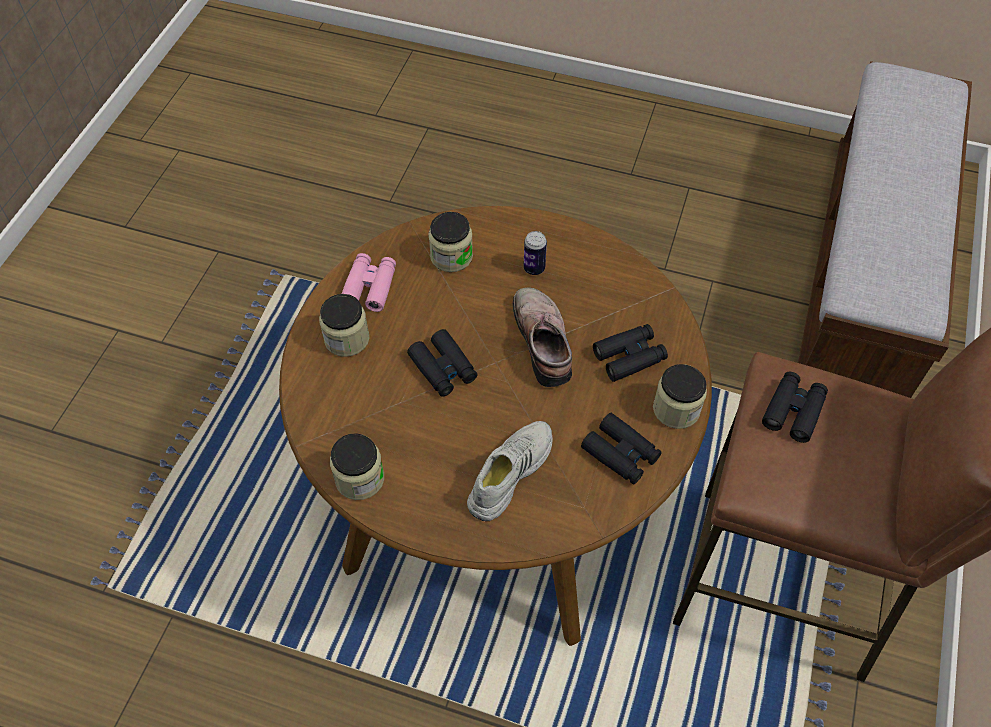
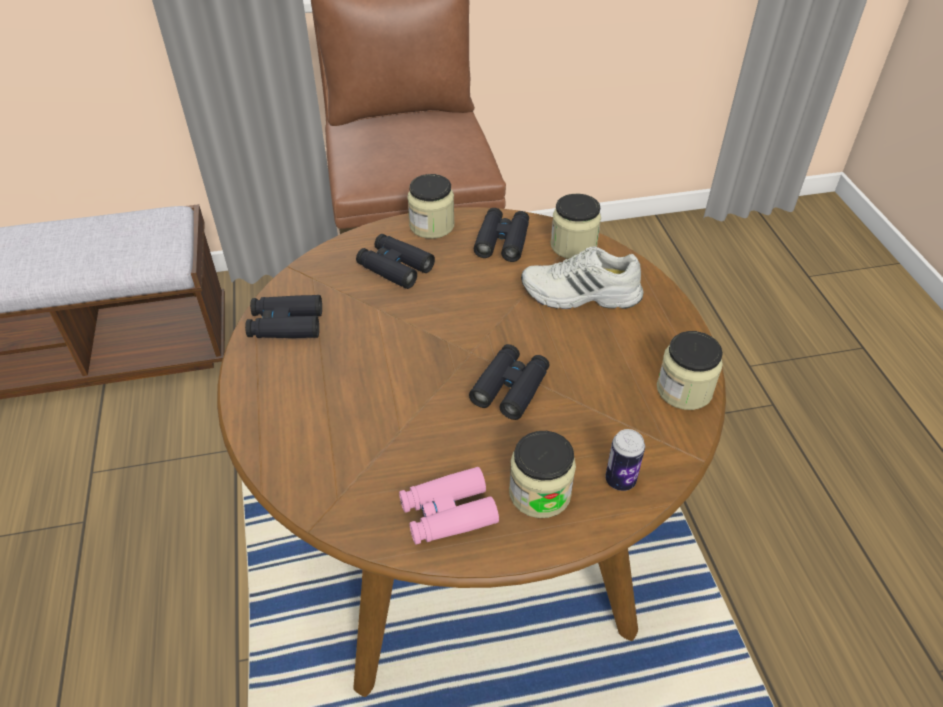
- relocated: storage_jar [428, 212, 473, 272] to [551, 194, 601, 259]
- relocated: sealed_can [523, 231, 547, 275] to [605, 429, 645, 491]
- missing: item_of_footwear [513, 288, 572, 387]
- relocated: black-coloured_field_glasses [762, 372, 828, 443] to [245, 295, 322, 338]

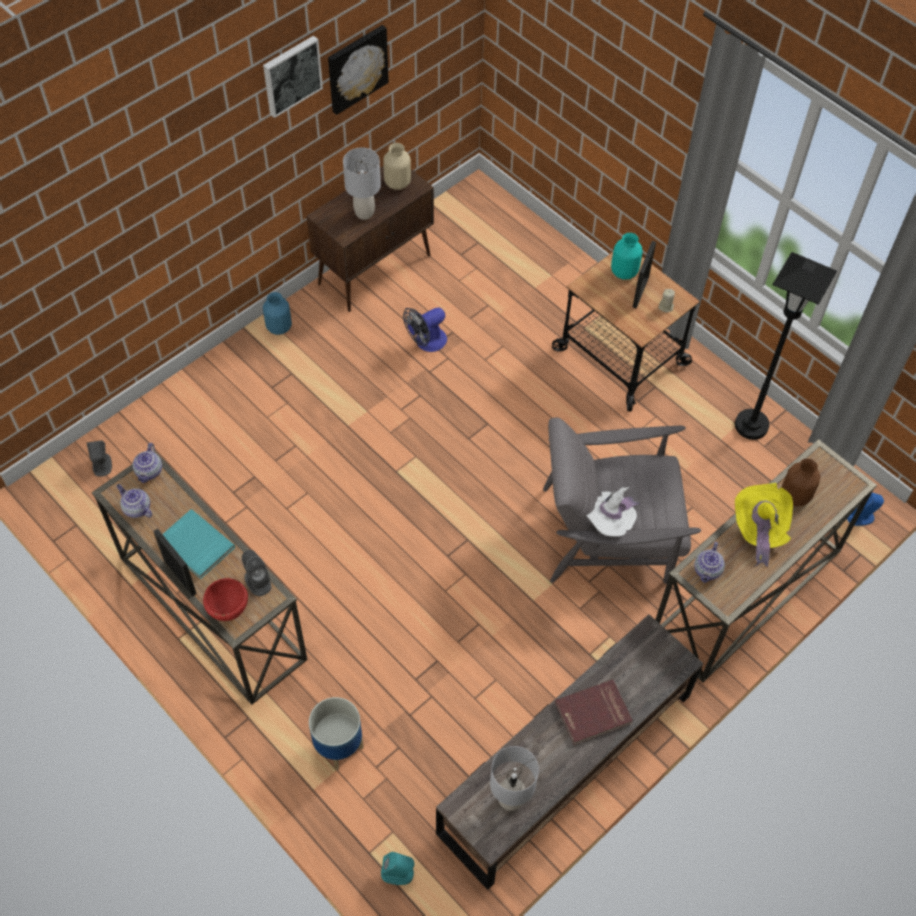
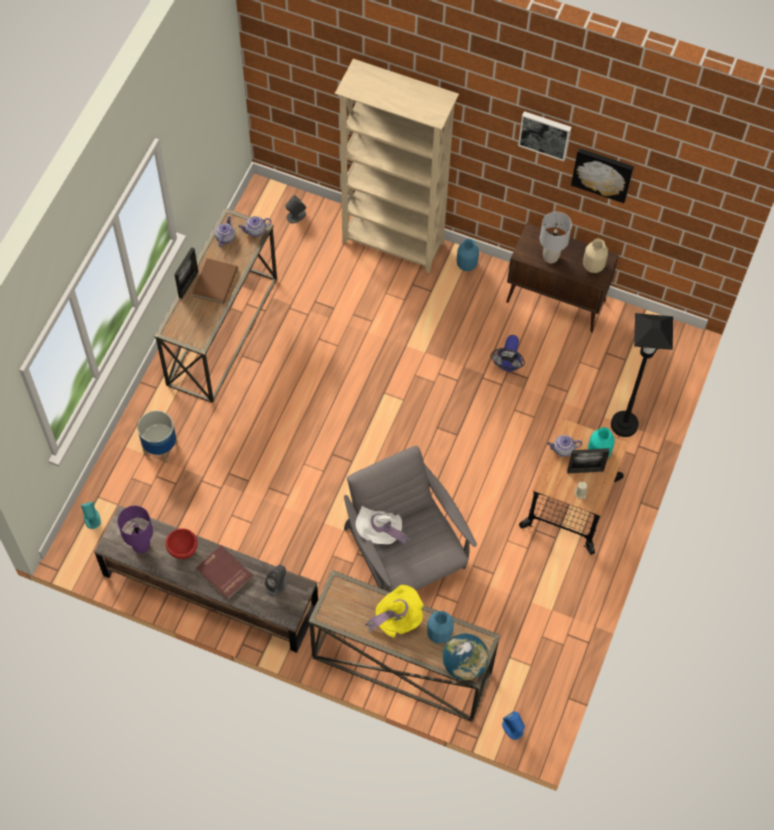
- relocated: black-coloured_standing_lamp [735, 252, 837, 440] to [611, 313, 673, 437]
- spun: fan [403, 308, 447, 352] = [491, 335, 525, 372] 105 degrees counterclockwise
- colour: brownish_flower_vase [782, 458, 820, 507] to blue-coloured_flower_vase [427, 611, 454, 644]
- colour: blue-green_volume [163, 509, 235, 579] to brownish_volume [193, 258, 238, 304]
- relocated: pot_for_tea [694, 542, 725, 583] to [547, 435, 582, 457]
- relocated: grey_loudspeaker [242, 550, 271, 596] to [265, 565, 288, 597]
- relocated: reddish_deep_dish [203, 578, 248, 621] to [165, 528, 198, 559]
- colour: grey_lamp_for_a_table [490, 746, 539, 811] to purple_lamp_for_a_table [118, 506, 153, 553]
- appeared: beige_shelving_unit [335, 59, 459, 273]
- appeared: desk_globe [442, 634, 489, 680]

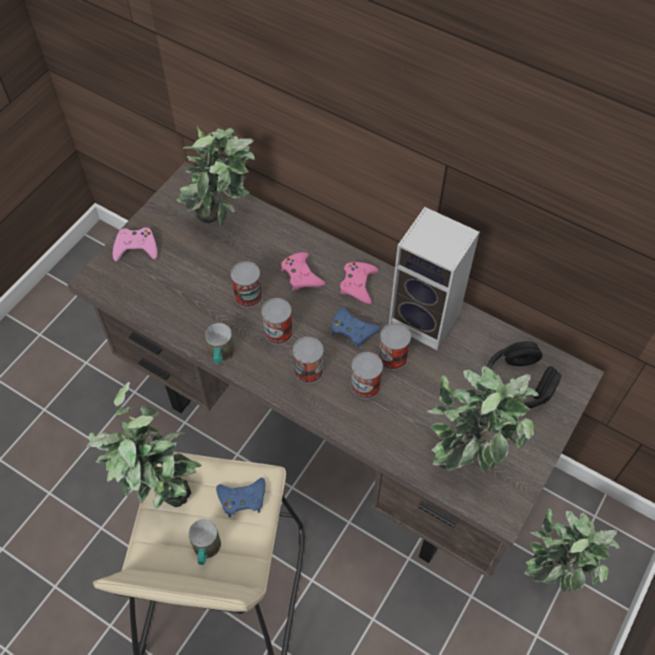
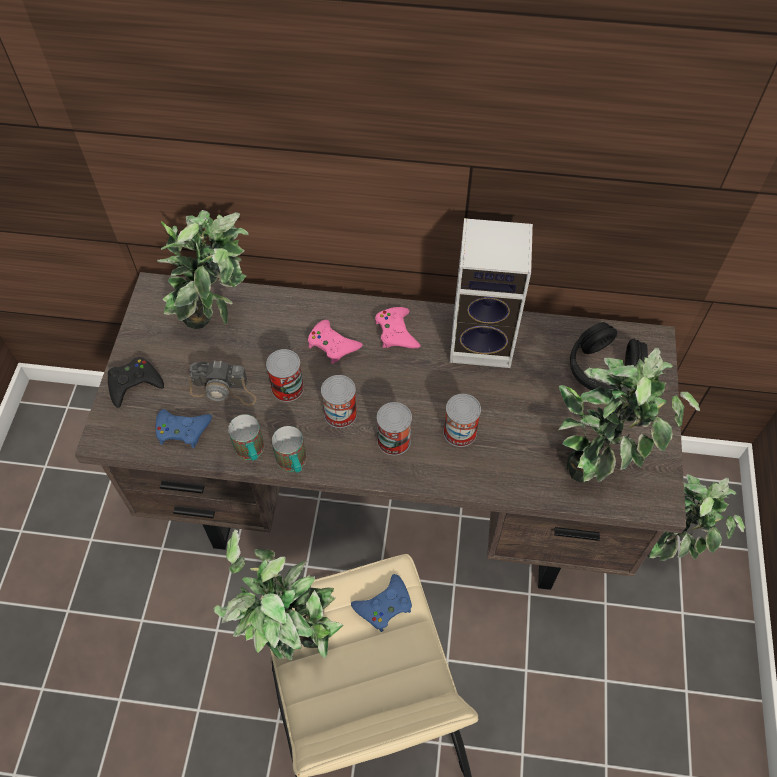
- colour: pink_game_controller [112, 227, 157, 261] to black-coloured_game_controller [108, 357, 164, 408]
- relocated: blue-coloured_game_controller [332, 307, 381, 348] to [156, 409, 212, 448]
- missing: sealed_can [378, 323, 411, 370]
- relocated: mug [189, 519, 221, 565] to [228, 414, 264, 461]
- appeared: photo_camera [189, 361, 257, 406]

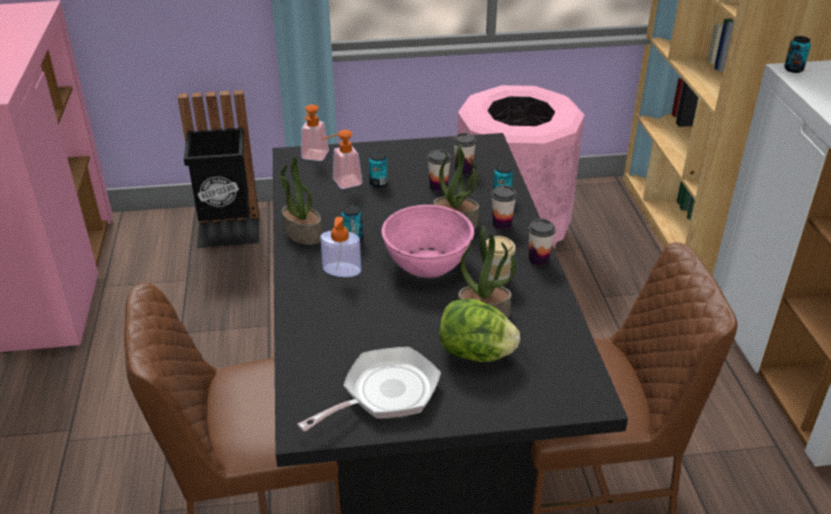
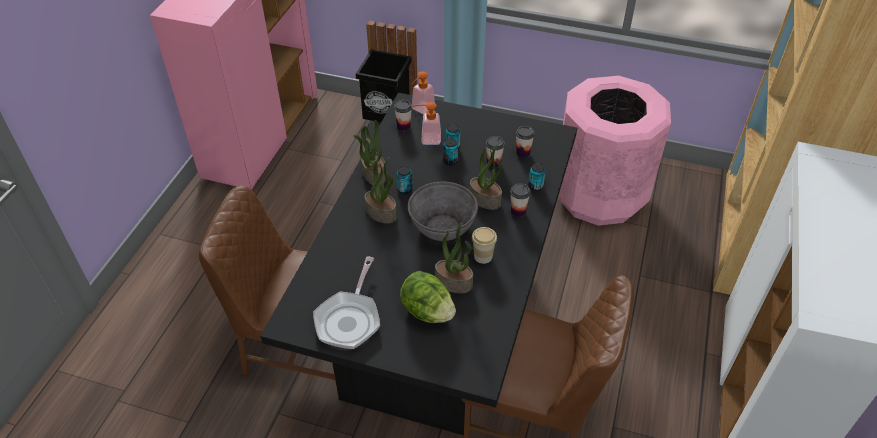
- relocated: sealed_can [784, 36, 811, 73] to [443, 138, 458, 165]
- colour: pink_deep_dish [382, 205, 474, 278] to grey_deep_dish [408, 182, 478, 241]
- exchanged: liquid_soap_bottle [320, 217, 361, 277] to houseplant [364, 157, 397, 224]
- relocated: cup [528, 219, 556, 266] to [394, 100, 412, 131]
- spun: skillet [297, 347, 441, 431] = [313, 256, 380, 349] 120 degrees clockwise

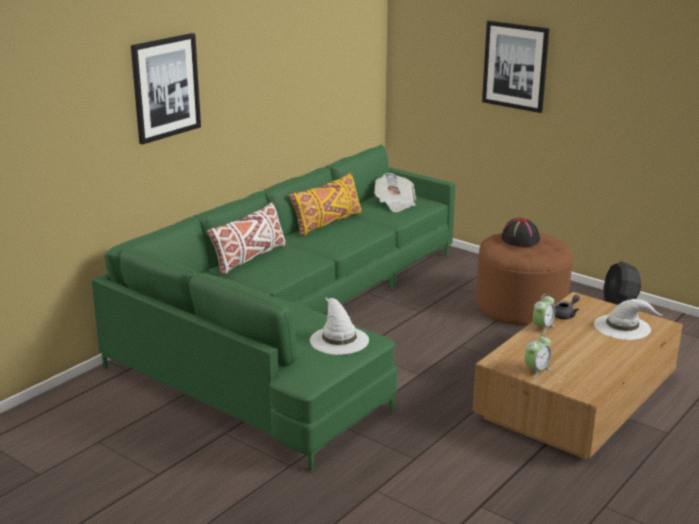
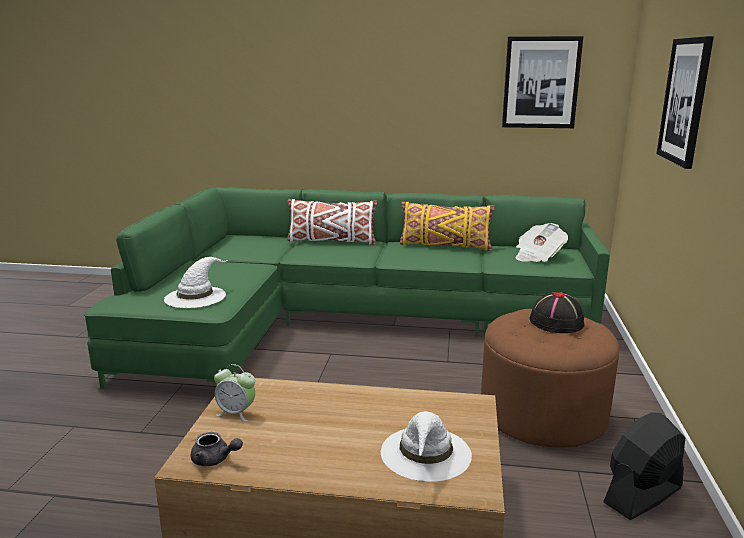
- relocated: wall_art [131, 33, 201, 145] to [502, 36, 583, 128]
- missing: alarm_clock [533, 294, 555, 334]
- relocated: grey_pot_for_tea [555, 295, 580, 319] to [191, 432, 243, 466]

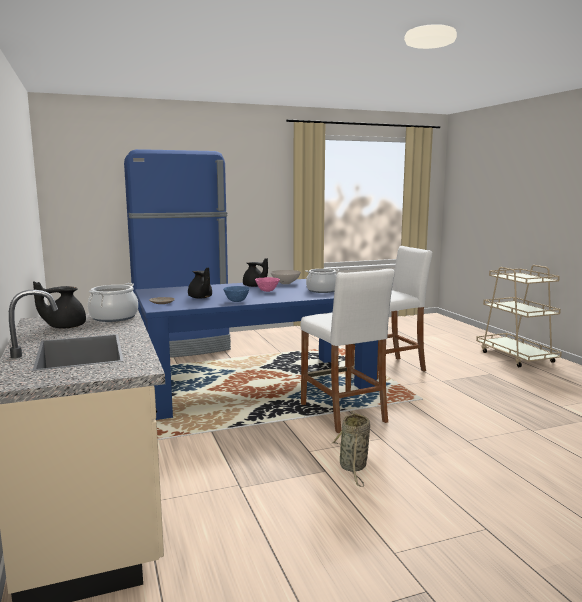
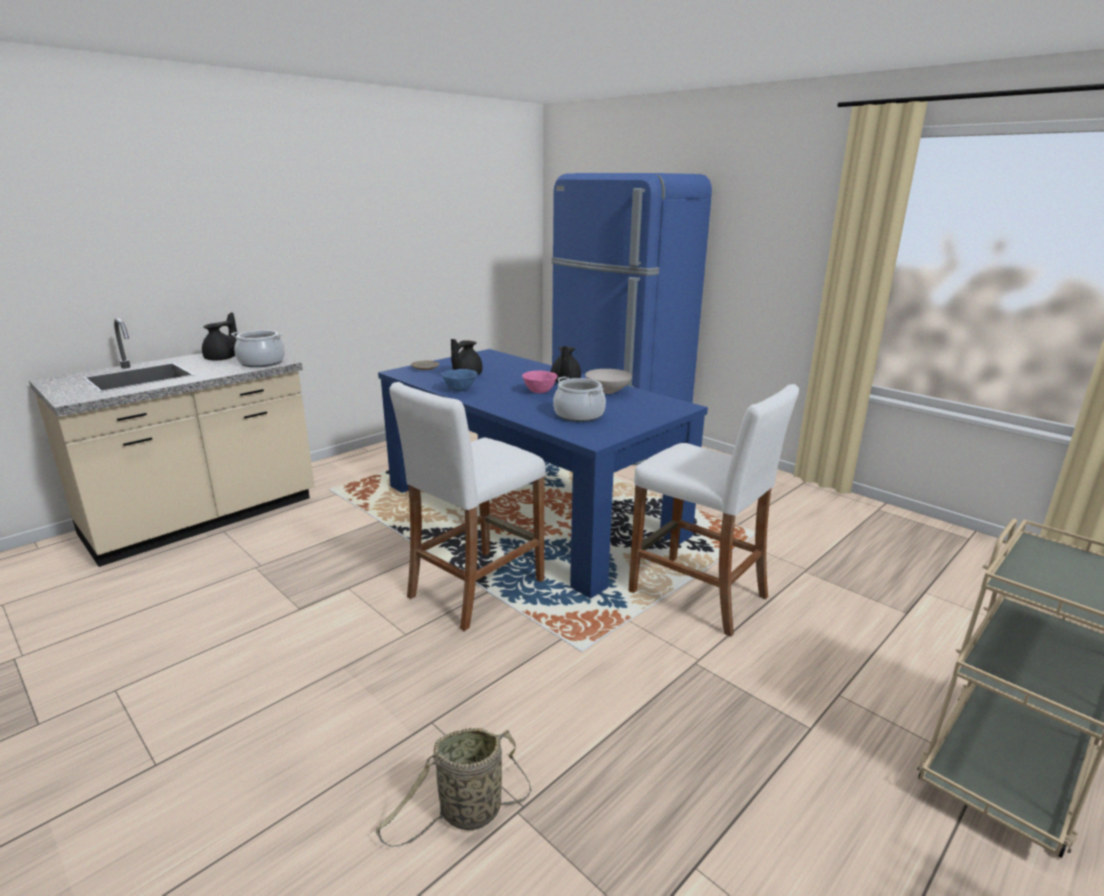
- spun: black-coloured_pot_for_tea [33, 281, 86, 329] = [202, 312, 238, 360] 75 degrees clockwise
- relocated: household_basket [331, 411, 370, 487] to [375, 728, 532, 847]

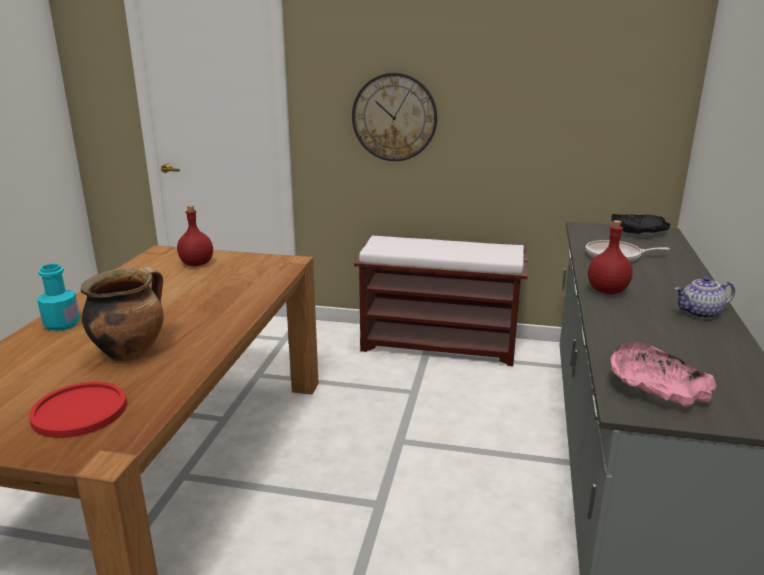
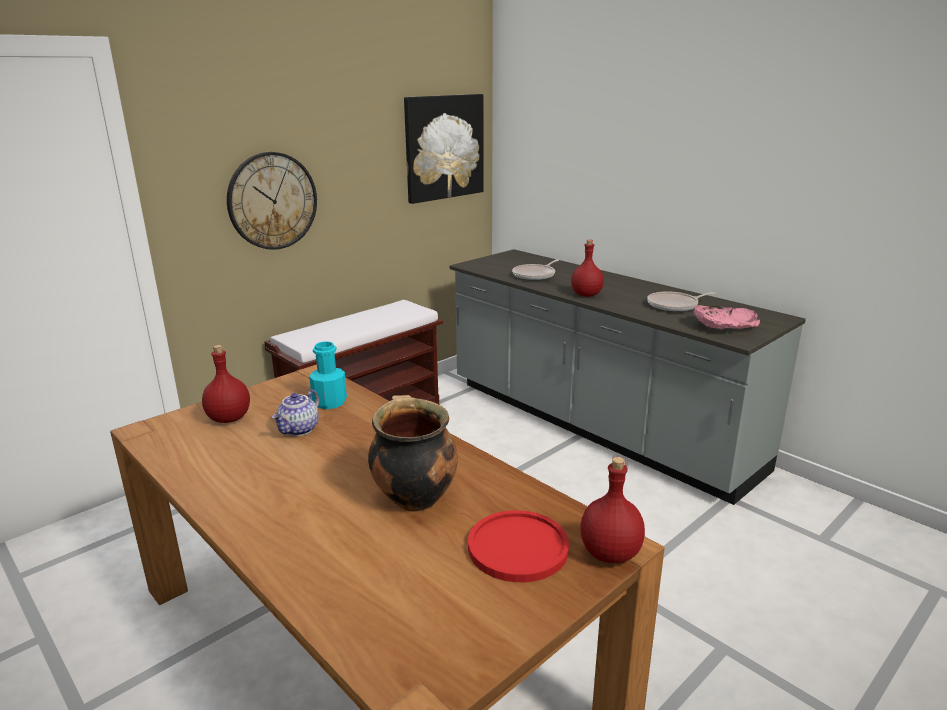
- missing: black-coloured_deep_dish [612, 214, 670, 234]
- relocated: blue-green_bottle [37, 264, 80, 331] to [309, 341, 347, 409]
- relocated: pot_for_tea [674, 276, 735, 319] to [272, 390, 319, 436]
- appeared: wall_art [404, 94, 484, 204]
- appeared: skillet [647, 292, 717, 312]
- appeared: reddish_bottle [580, 457, 645, 563]

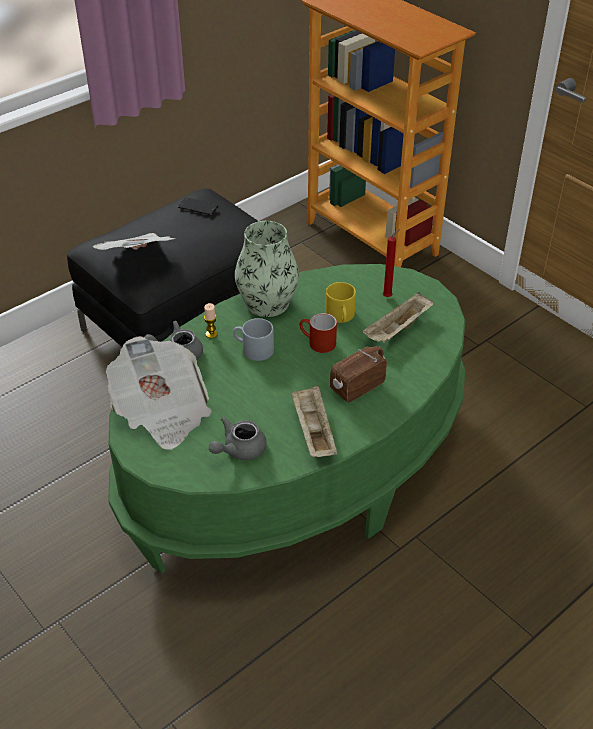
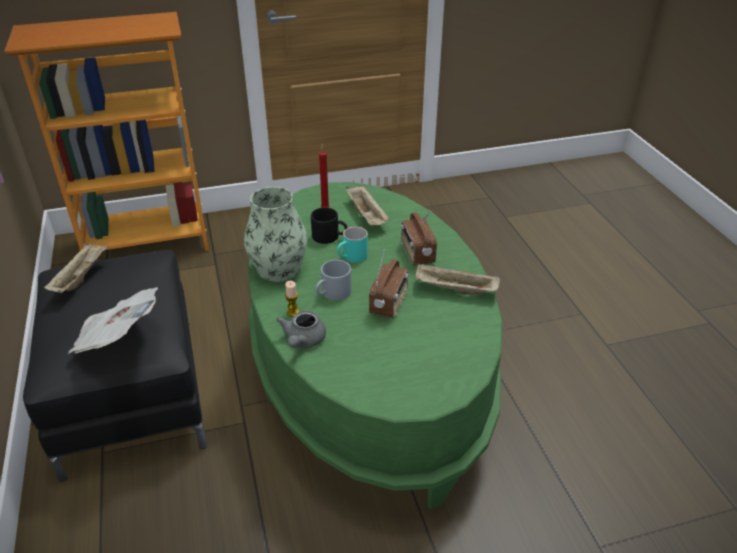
- exchanged: handset [178, 197, 218, 215] to beige_serving_tray [44, 243, 109, 293]
- colour: yellow_mug [325, 282, 356, 323] to black-coloured_mug [311, 207, 347, 244]
- colour: reddish_mug [299, 313, 337, 353] to blue-green_mug [337, 226, 368, 263]
- missing: printed_paper [106, 336, 212, 450]
- missing: grey_pot_for_tea [209, 417, 267, 460]
- appeared: radio [369, 250, 409, 318]

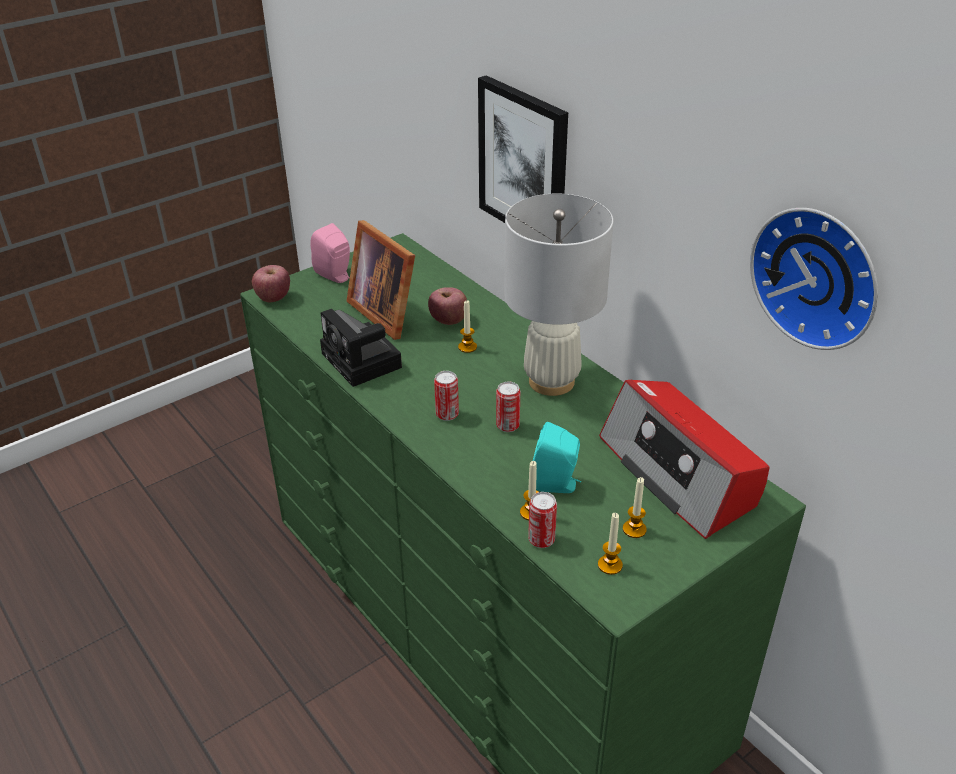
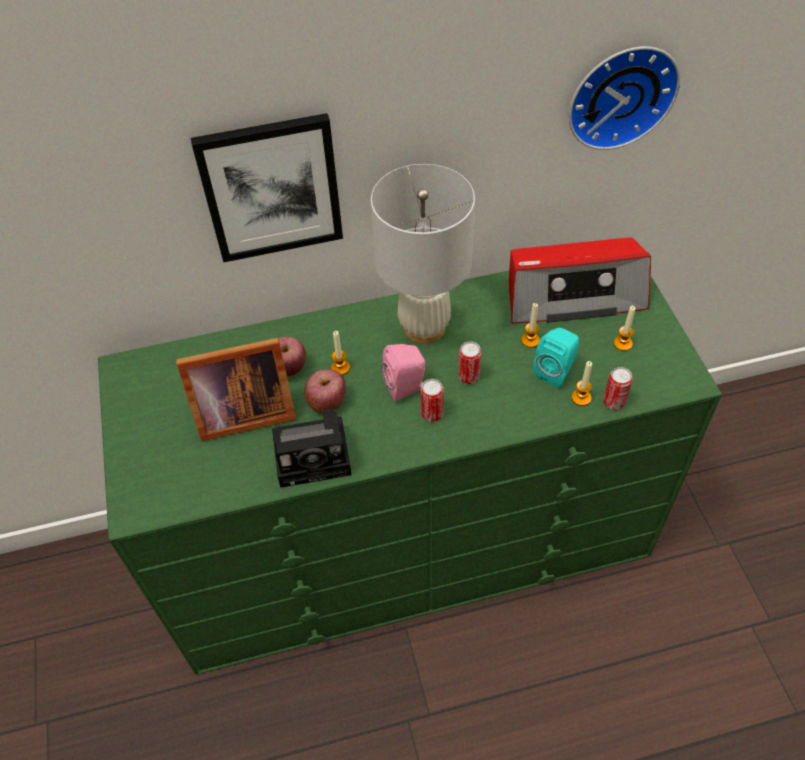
- relocated: pink_loudspeaker [310, 223, 350, 283] to [381, 344, 426, 402]
- relocated: apple [252, 265, 290, 302] to [304, 369, 346, 413]
- relocated: wax_candle [598, 513, 623, 575] to [521, 303, 540, 348]

